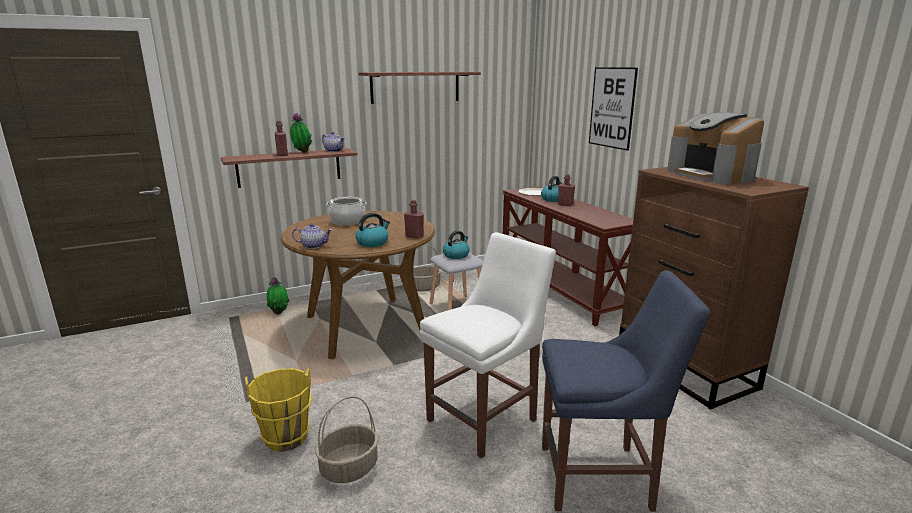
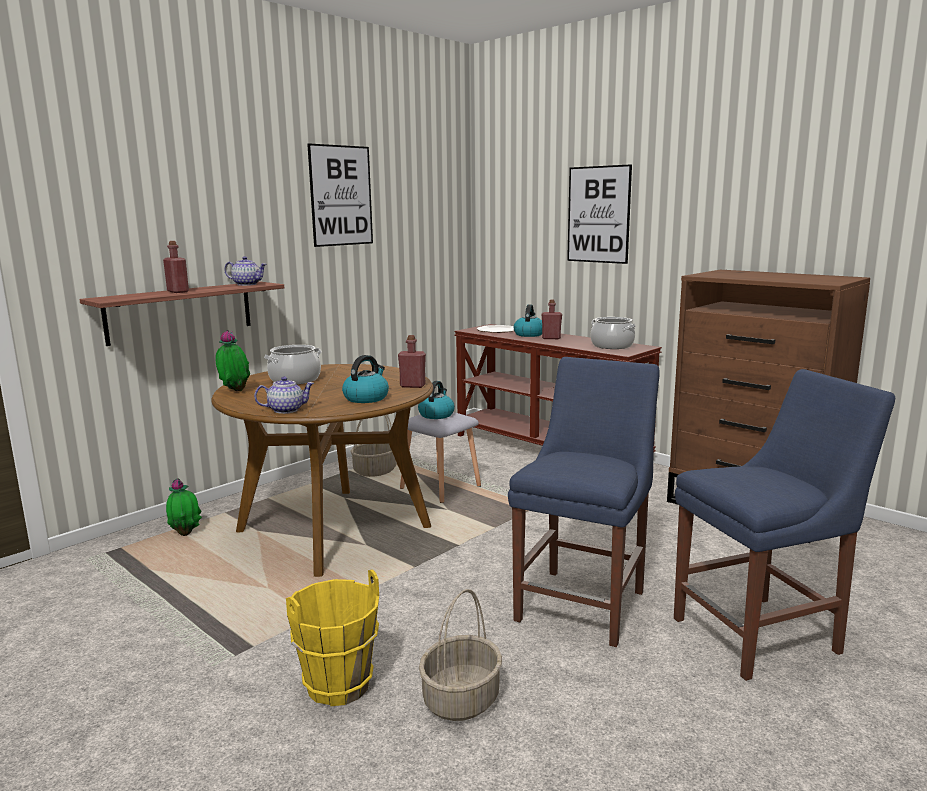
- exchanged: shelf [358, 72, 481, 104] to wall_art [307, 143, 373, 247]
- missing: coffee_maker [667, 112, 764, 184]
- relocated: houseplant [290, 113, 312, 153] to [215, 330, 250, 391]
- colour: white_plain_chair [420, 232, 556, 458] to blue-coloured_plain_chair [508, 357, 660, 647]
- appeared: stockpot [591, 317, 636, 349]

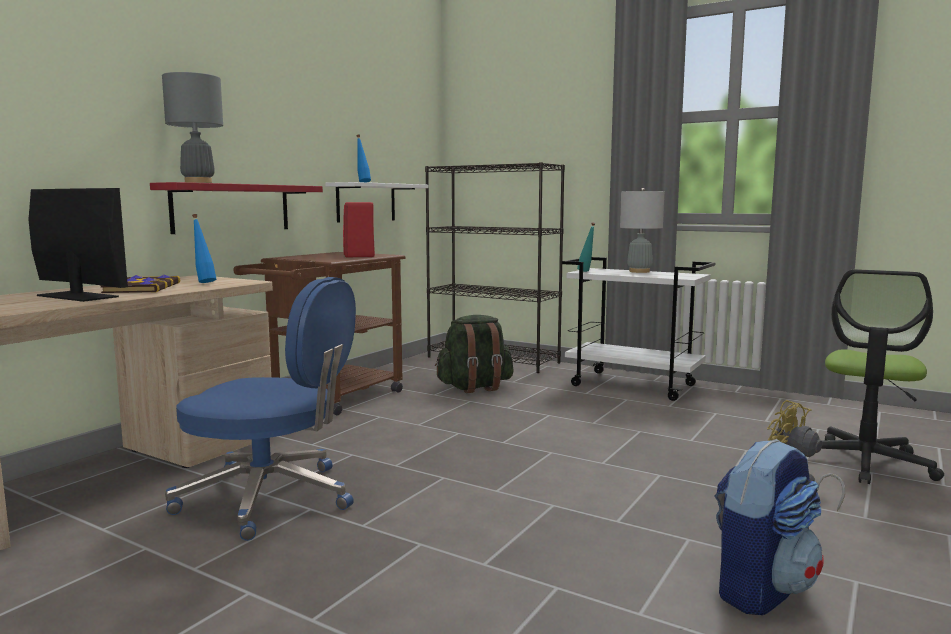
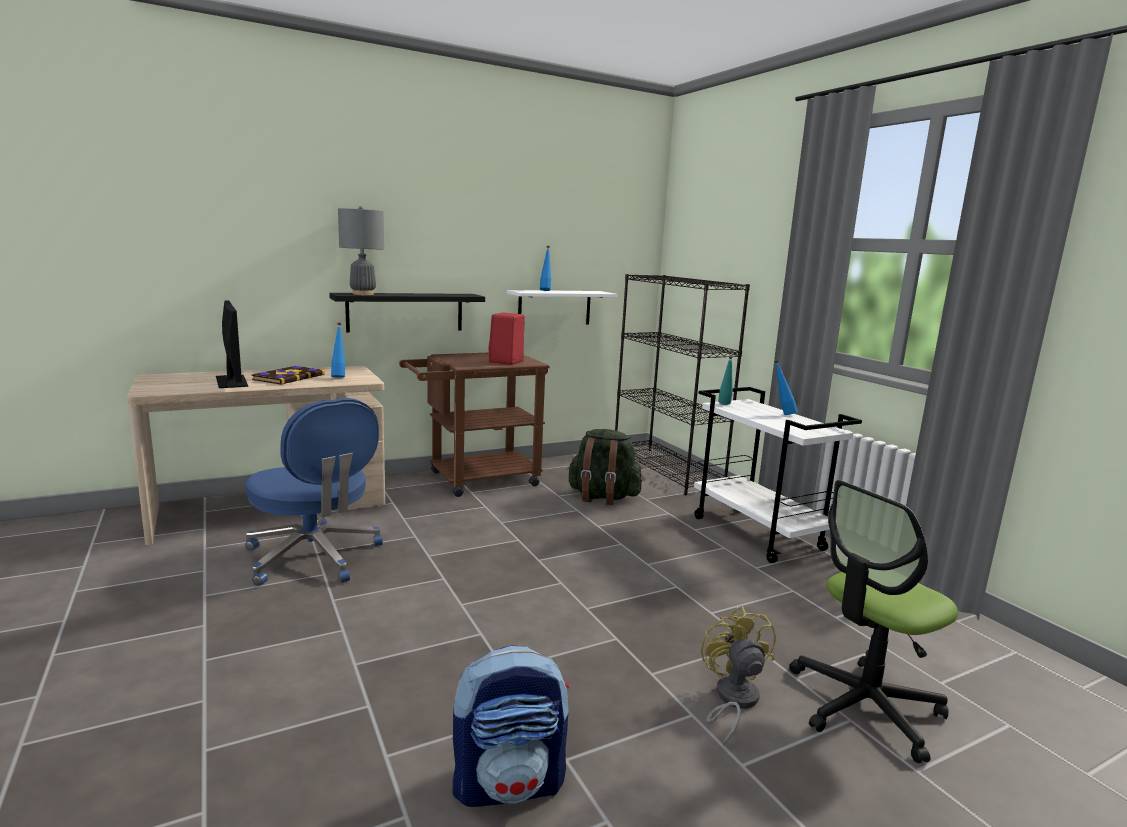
- colour: reddish_shelf [150, 182, 323, 234] to black-coloured_shelf [329, 293, 485, 333]
- exchanged: grey_lamp_for_a_table [620, 188, 664, 273] to blue-coloured_bottle [774, 360, 798, 415]

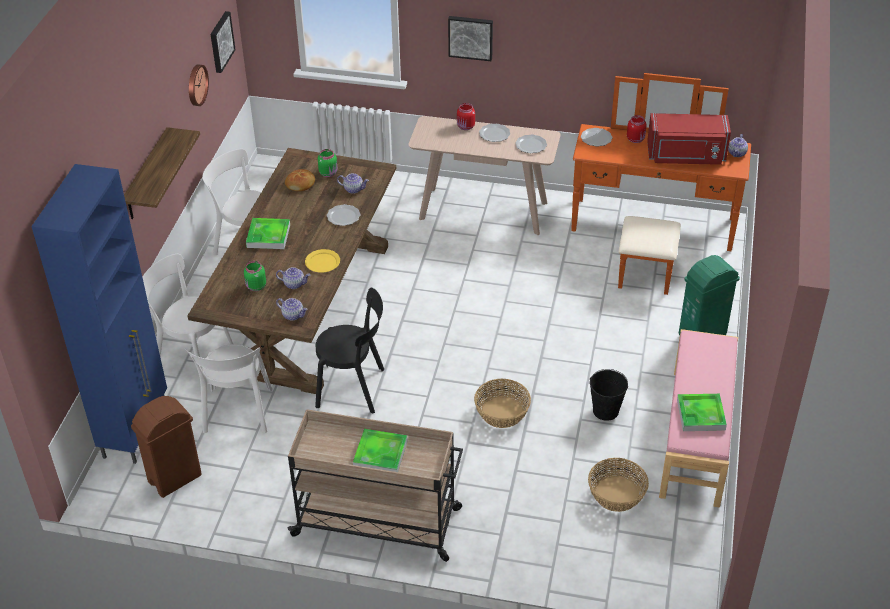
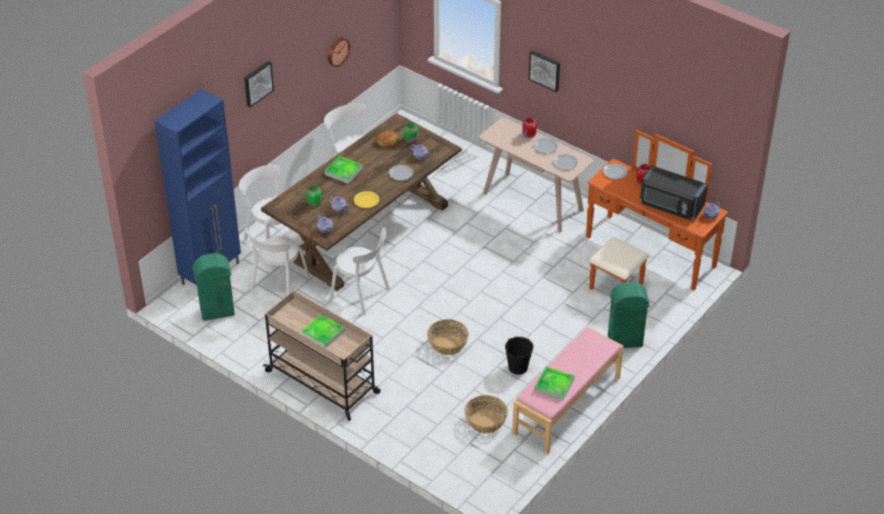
- relocated: wall_art [210, 11, 236, 73] to [244, 61, 274, 107]
- colour: reddish_kitchen_microwave [647, 113, 731, 165] to black-coloured_kitchen_microwave [640, 166, 708, 220]
- missing: shelf [124, 127, 200, 219]
- colour: black-coloured_plain_chair [315, 288, 384, 413] to white_plain_chair [330, 227, 390, 315]
- colour: brownish_waste_bin [131, 396, 202, 498] to green-coloured_waste_bin [192, 253, 235, 321]

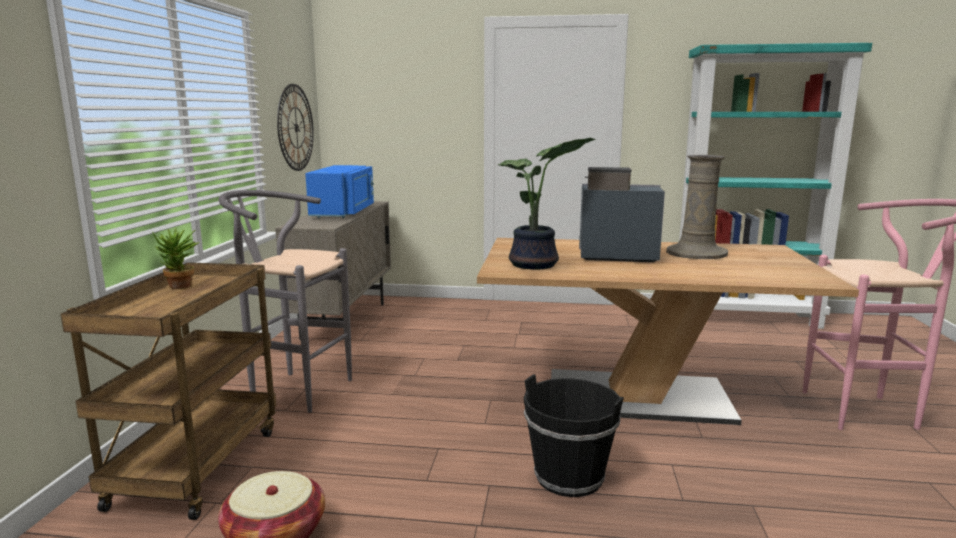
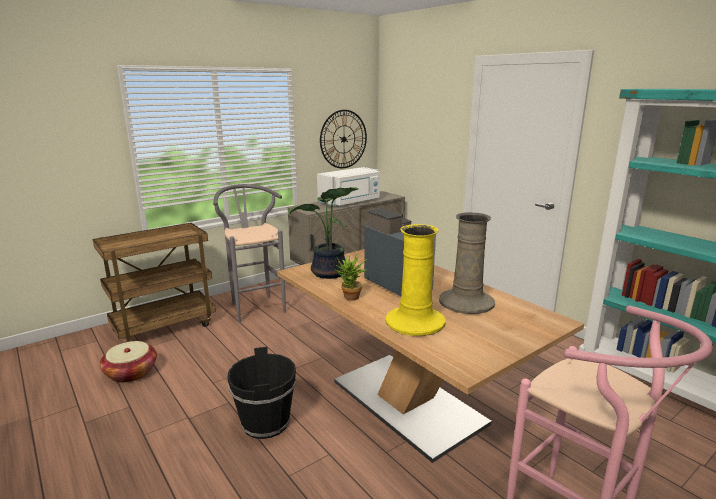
- colour: blue-coloured_kitchen_microwave [305, 165, 374, 218] to white_kitchen_microwave [317, 167, 380, 207]
- relocated: houseplant [152, 227, 200, 289] to [335, 254, 368, 301]
- appeared: yellow_flower_vase [386, 224, 446, 336]

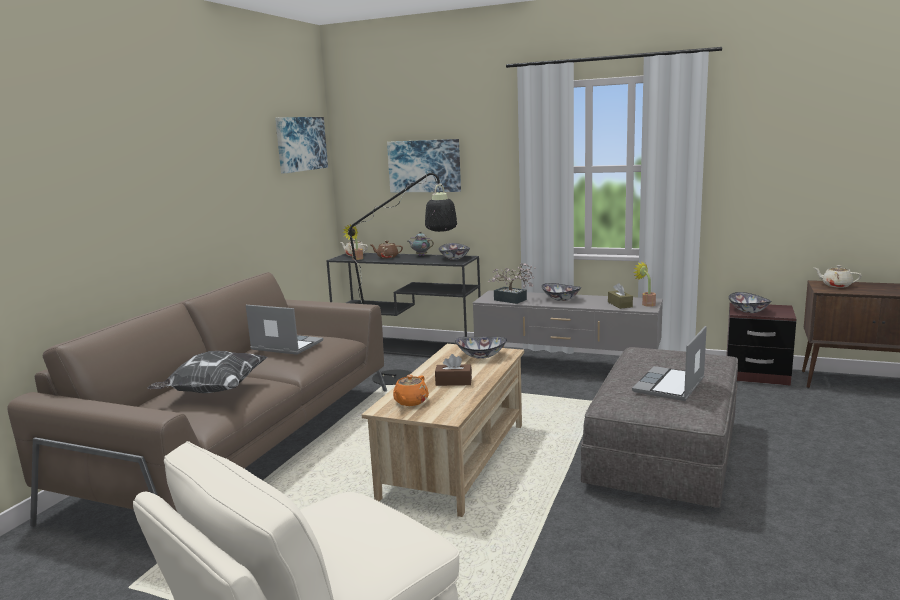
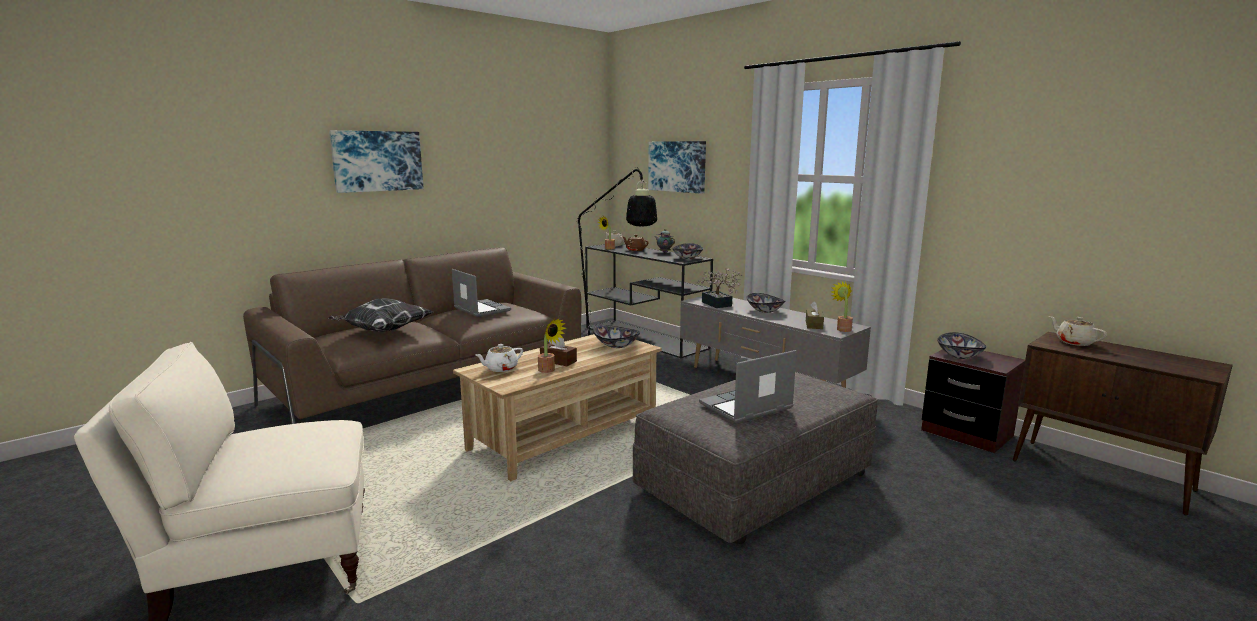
- relocated: wall_art [275, 117, 328, 173] to [329, 130, 424, 193]
- colour: orange_pot_for_tea [393, 375, 429, 406] to white_pot_for_tea [476, 344, 523, 372]
- appeared: houseplant [538, 318, 566, 373]

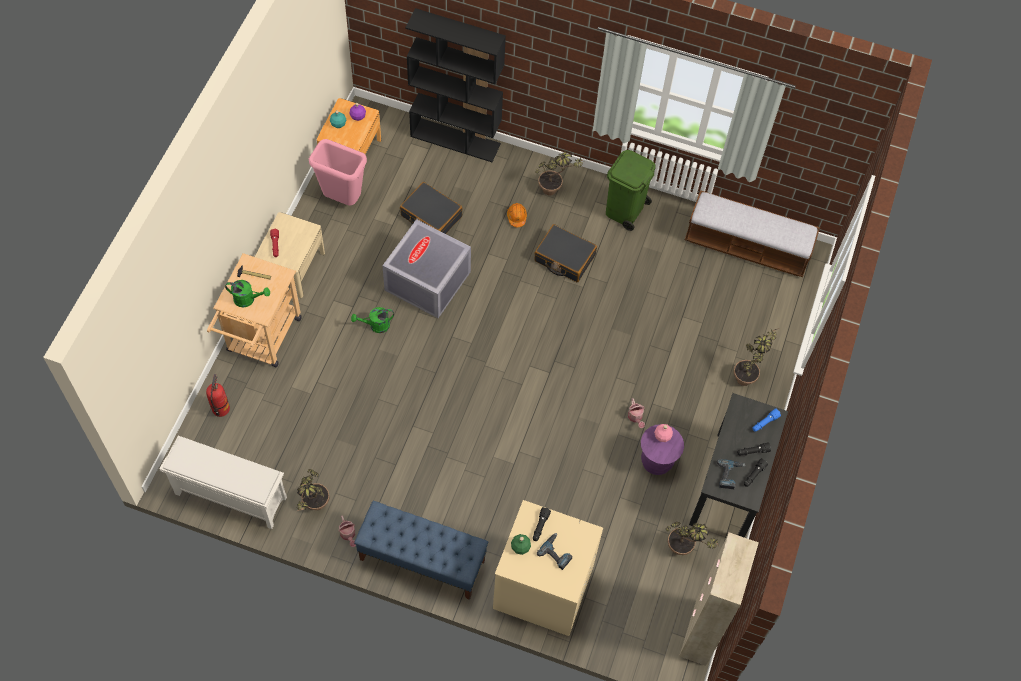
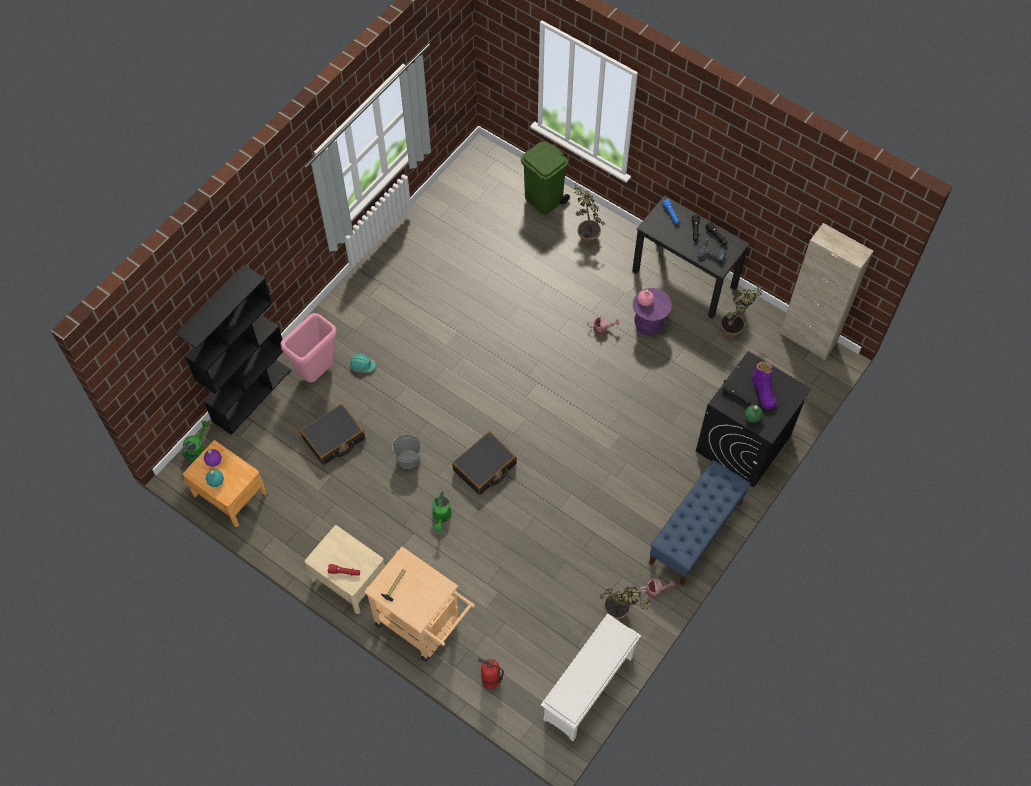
- relocated: pink_waste_bin [309, 139, 367, 206] to [280, 313, 337, 382]
- relocated: green-coloured_waste_bin [606, 150, 656, 231] to [521, 141, 570, 214]
- missing: houseplant [535, 151, 583, 195]
- missing: bench [685, 190, 820, 277]
- colour: orange_hard_hat [507, 203, 527, 227] to blue-green_hard_hat [349, 354, 376, 373]
- exchanged: grey_storage_bin [382, 219, 471, 318] to grey_pail [392, 434, 421, 469]
- relocated: black-coloured_piece_of_luggage [534, 224, 597, 282] to [452, 431, 517, 495]
- relocated: green-coloured_watering_pot [225, 280, 270, 307] to [183, 421, 209, 461]
- colour: beige_laundry_machine [493, 500, 603, 636] to black-coloured_laundry_machine [696, 351, 811, 488]
- exchanged: drill [537, 533, 573, 570] to purple_high-top_boot [752, 360, 777, 409]

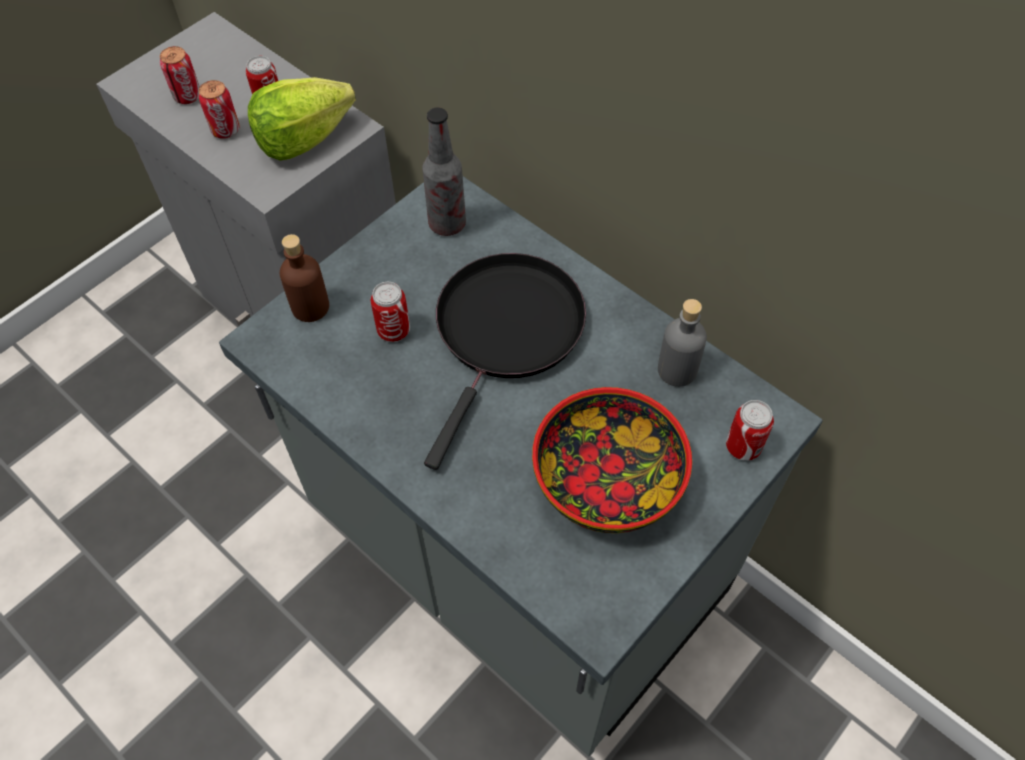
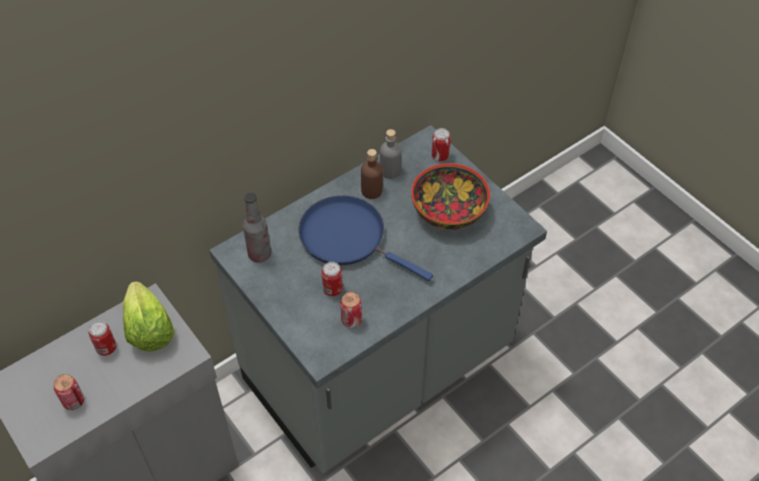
- relocated: sealed_can [199, 80, 240, 139] to [340, 292, 362, 328]
- relocated: brownish_bottle [280, 234, 329, 322] to [361, 149, 383, 199]
- colour: black-coloured_skillet [424, 253, 586, 470] to blue-coloured_skillet [299, 196, 433, 281]

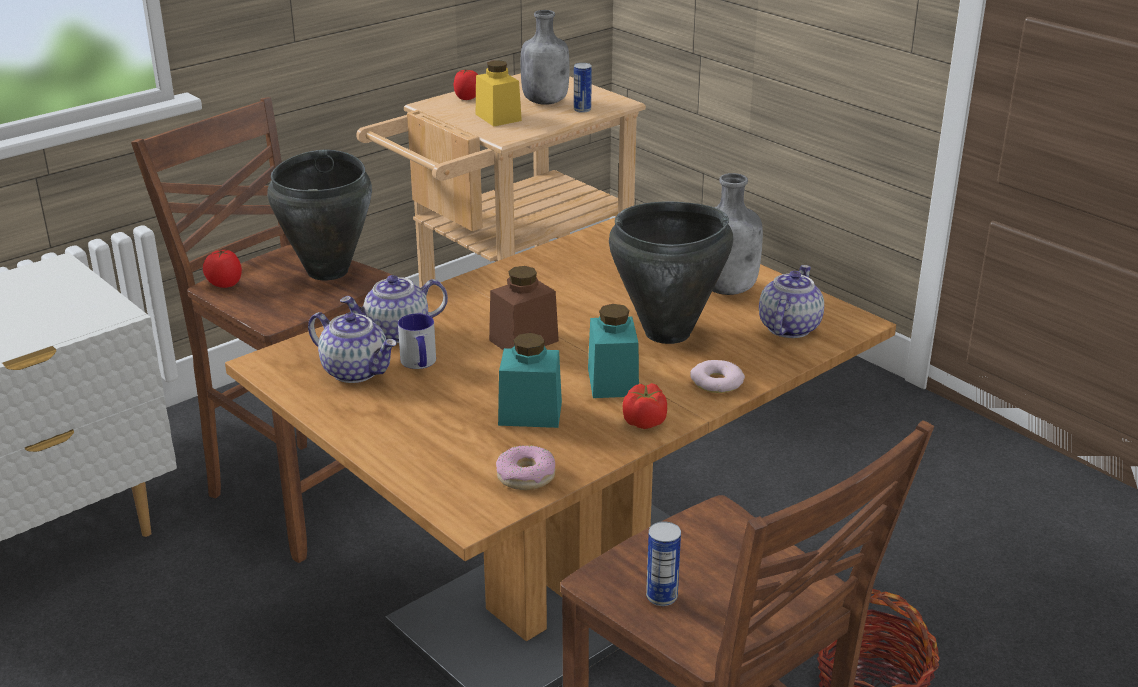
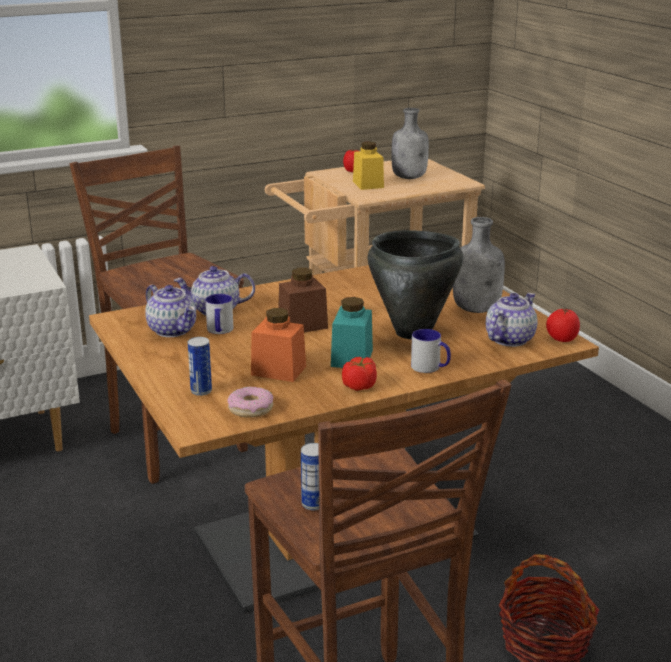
- relocated: sealed_can [574, 63, 592, 113] to [188, 337, 212, 396]
- missing: black-coloured_stockpot [268, 150, 372, 280]
- relocated: tomato [203, 249, 242, 288] to [546, 309, 580, 342]
- colour: blue-green_storage_jar [498, 333, 562, 428] to orange_storage_jar [251, 308, 306, 382]
- exchanged: doughnut [690, 360, 745, 393] to mug [411, 329, 451, 373]

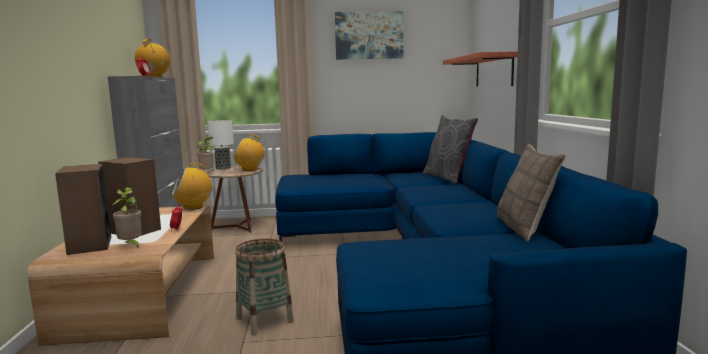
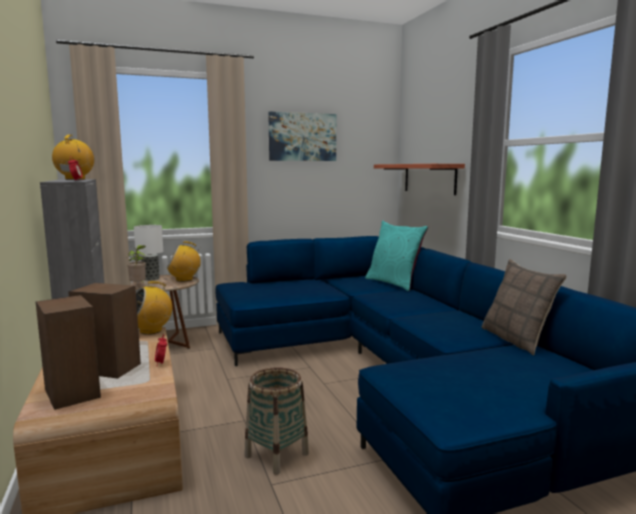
- colour: grey_cushion [423, 115, 478, 185] to blue-green_cushion [365, 221, 428, 291]
- missing: houseplant [113, 187, 142, 248]

